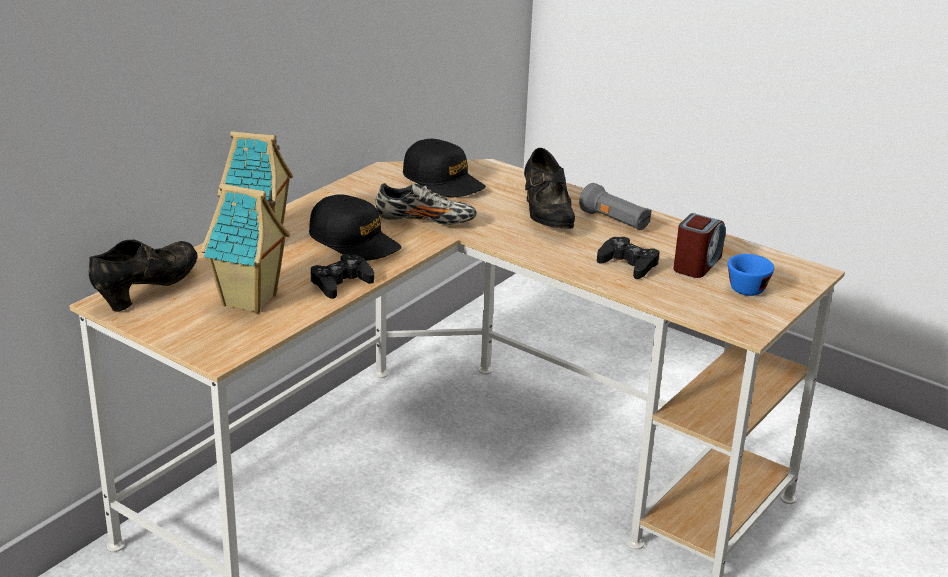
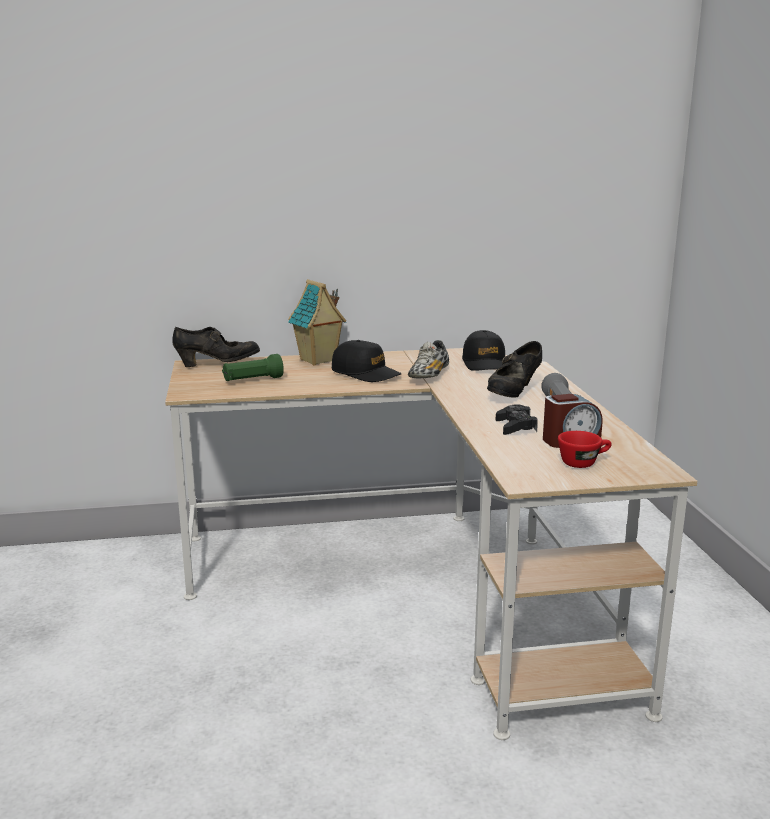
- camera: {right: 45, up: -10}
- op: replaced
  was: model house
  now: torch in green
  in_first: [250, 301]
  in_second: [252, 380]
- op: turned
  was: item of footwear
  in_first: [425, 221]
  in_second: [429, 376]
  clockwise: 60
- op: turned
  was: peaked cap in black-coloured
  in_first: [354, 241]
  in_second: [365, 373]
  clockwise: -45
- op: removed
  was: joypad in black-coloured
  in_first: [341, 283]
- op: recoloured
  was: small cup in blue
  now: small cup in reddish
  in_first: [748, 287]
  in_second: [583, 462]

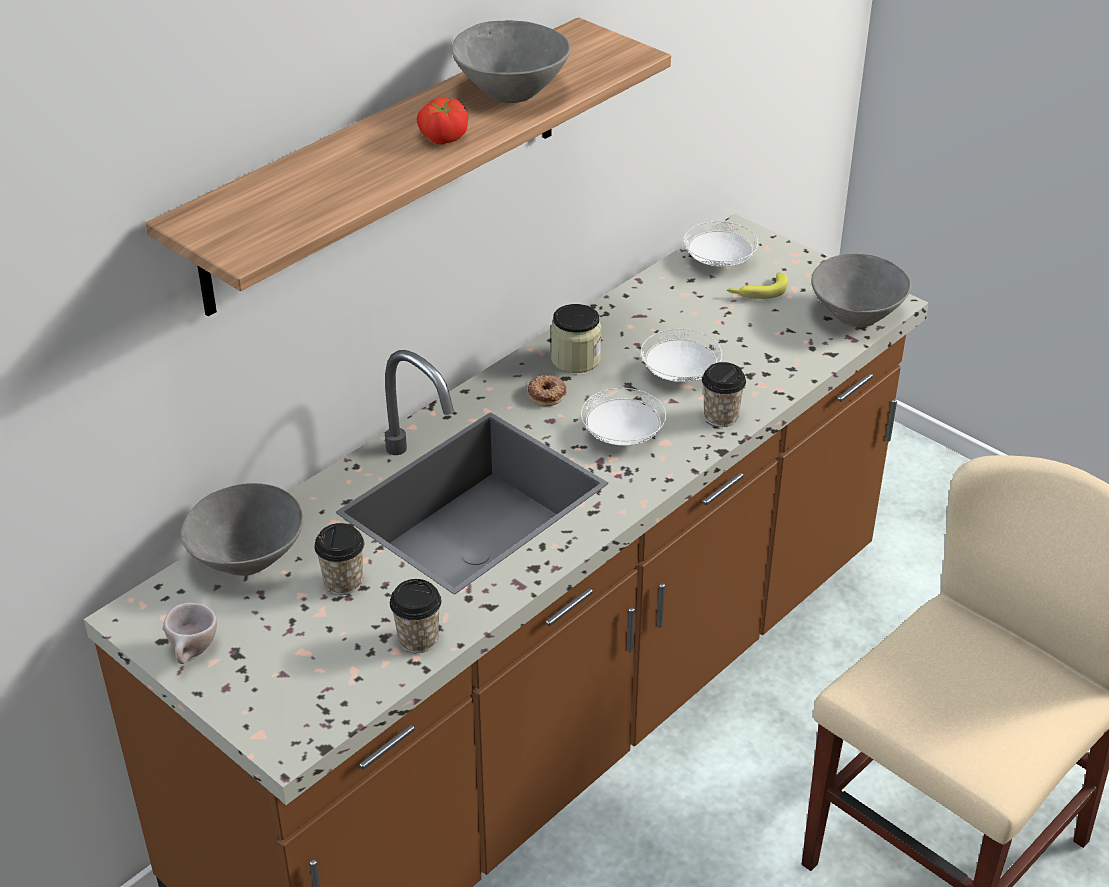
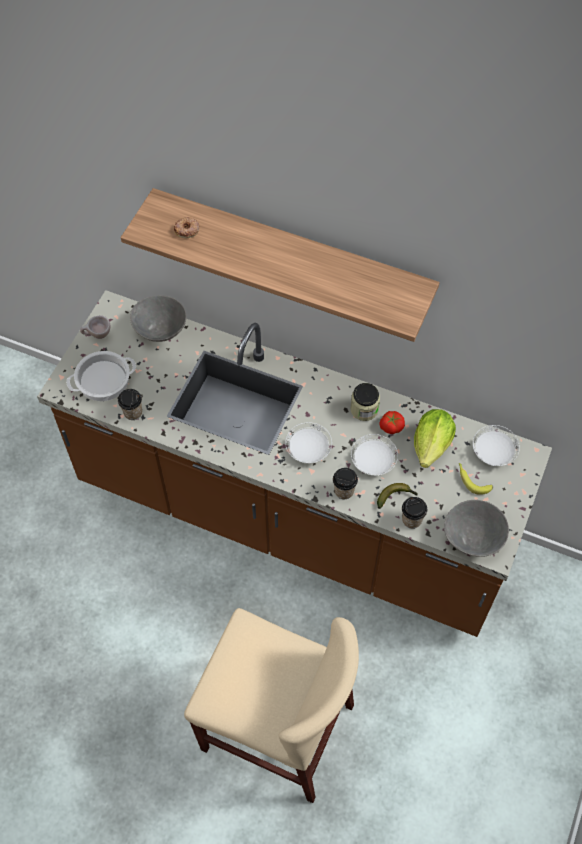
- camera: {right: 70, up: 20}
- op: removed
  was: serving bowl in gray
  in_first: [511, 91]
- op: moved
  was: whole tomato
  in_first: [442, 137]
  in_second: [391, 426]
- op: moved
  was: ring doughnut
  in_first: [547, 394]
  in_second: [187, 230]
- op: moved
  was: small cup
  in_first: [343, 582]
  in_second: [411, 520]
- op: added
  now: saucepot
  in_second: [103, 379]
- op: added
  now: lettuce head
  in_second: [431, 445]
- op: added
  now: whole banana
  in_second: [396, 497]

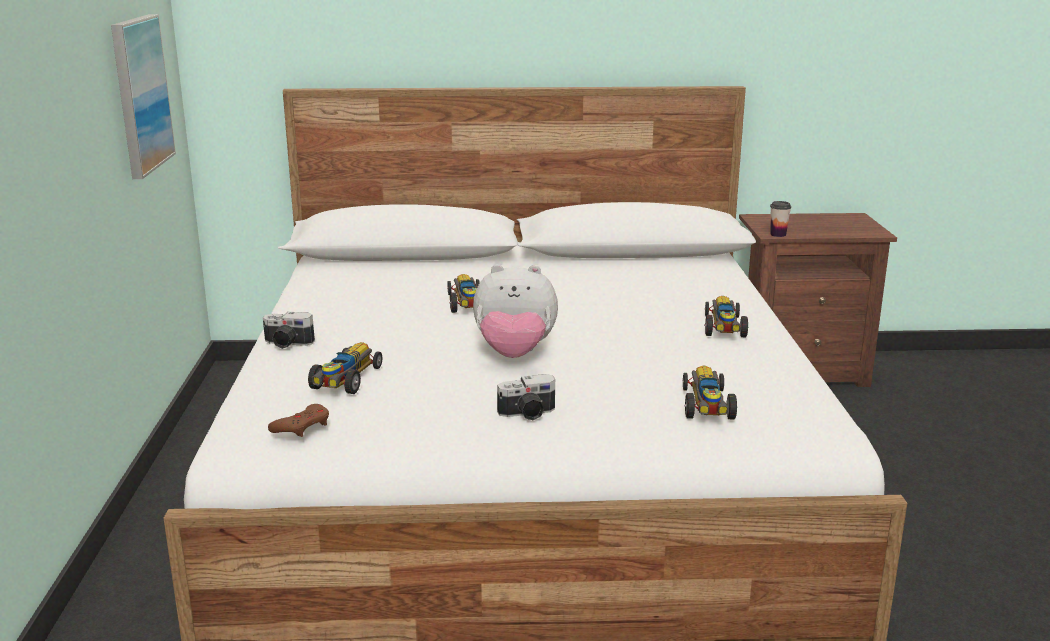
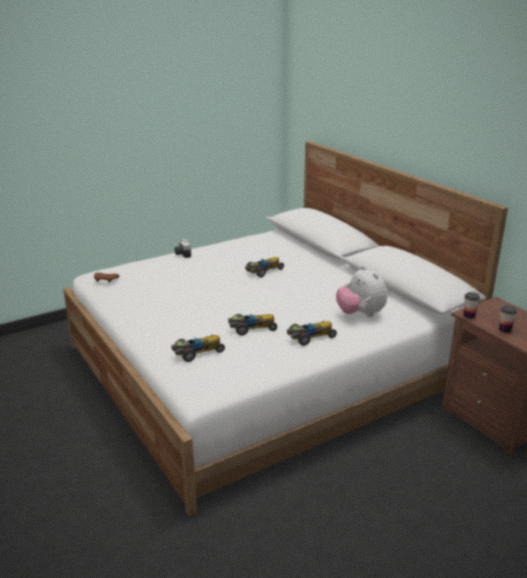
- camera: {right: 60, up: 5}
- op: removed
  was: wall art
  in_first: [140, 94]
- op: moved
  was: cuddly toy
  in_first: [514, 354]
  in_second: [360, 314]
- op: moved
  was: miniature car
  in_first: [345, 380]
  in_second: [251, 328]
- op: removed
  was: still camera
  in_first: [528, 414]
- op: added
  now: small cup
  in_second: [505, 329]

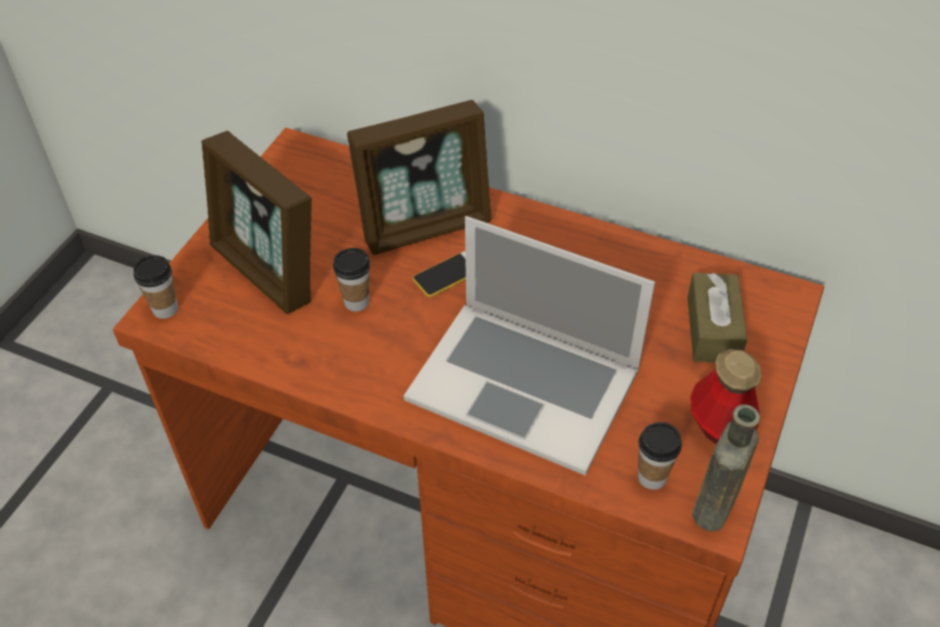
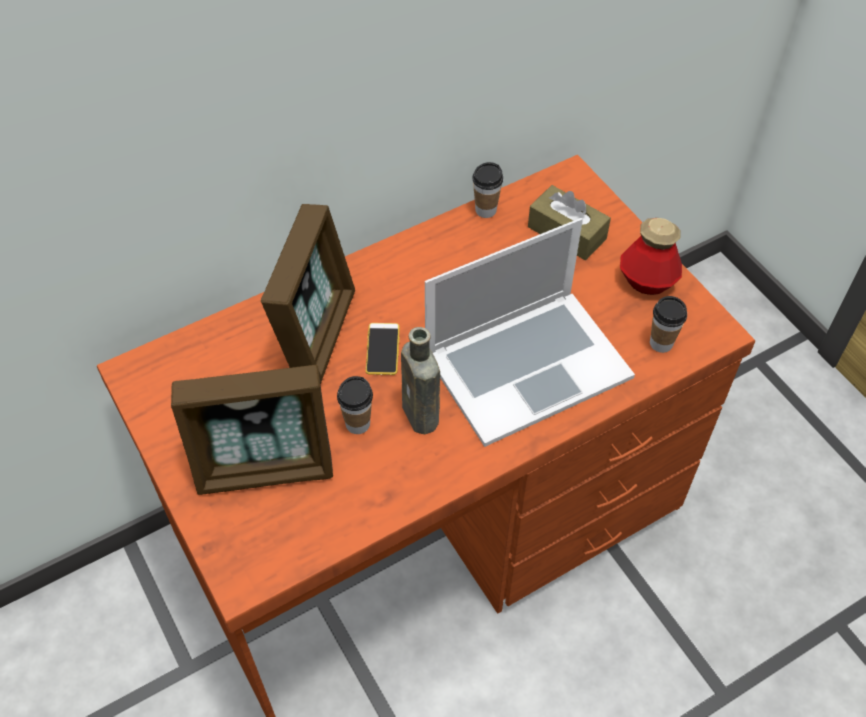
- camera: {right: -55, up: 5}
- op: moved
  was: small cup
  in_first: [165, 309]
  in_second: [485, 210]
- op: moved
  was: beverage bottle in brown-coloured
  in_first: [713, 510]
  in_second: [422, 417]

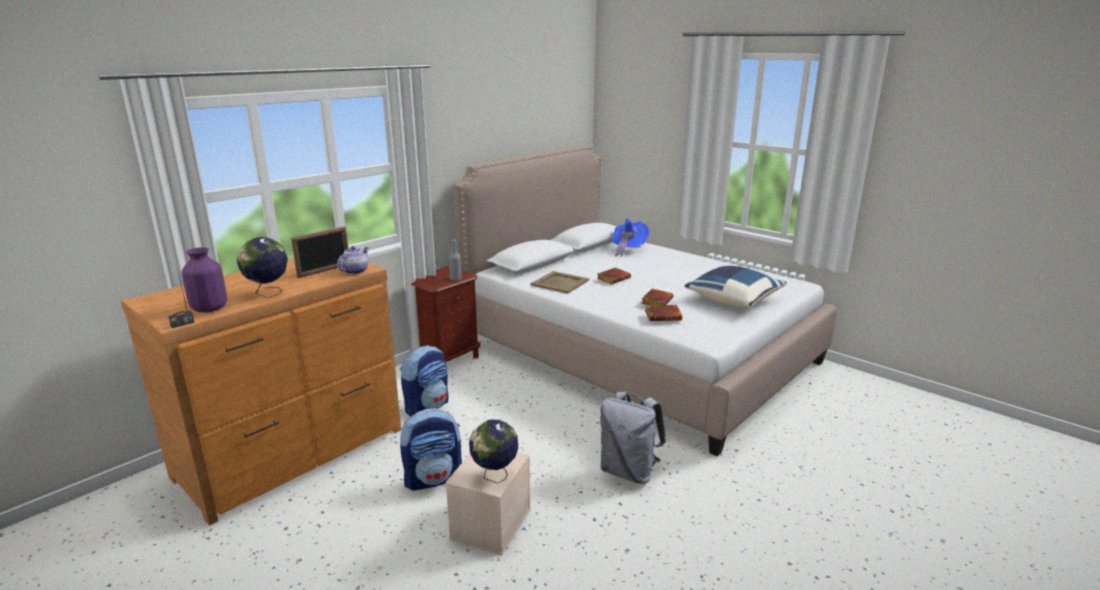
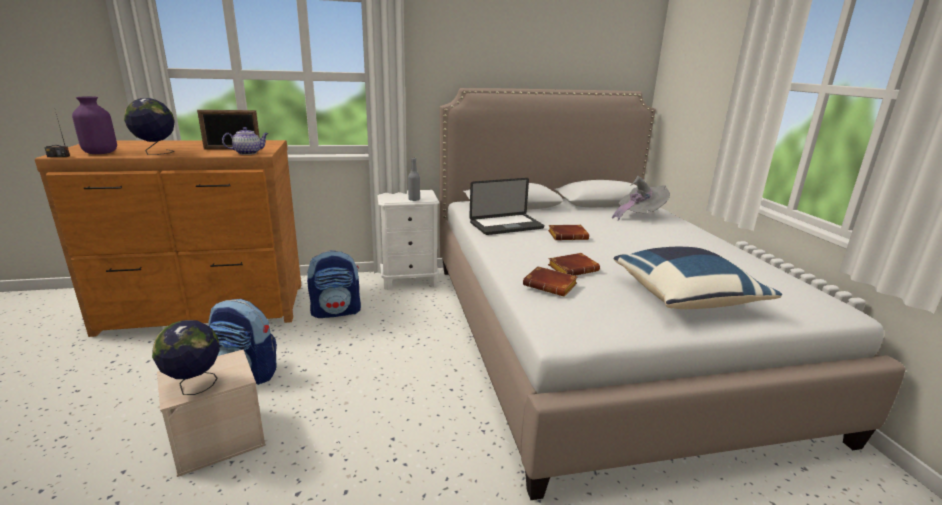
- camera: {right: 35, up: 0}
- op: recoloured
  was: wearable hat in blue
  now: wearable hat in gray
  in_first: [628, 249]
  in_second: [638, 216]
- op: recoloured
  was: bedside table in brown-coloured
  now: bedside table in whitish
  in_first: [448, 359]
  in_second: [409, 280]
- op: replaced
  was: tray in sand-coloured
  now: laptop
  in_first: [560, 282]
  in_second: [506, 226]
- op: removed
  was: rucksack in gray
  in_first: [629, 471]

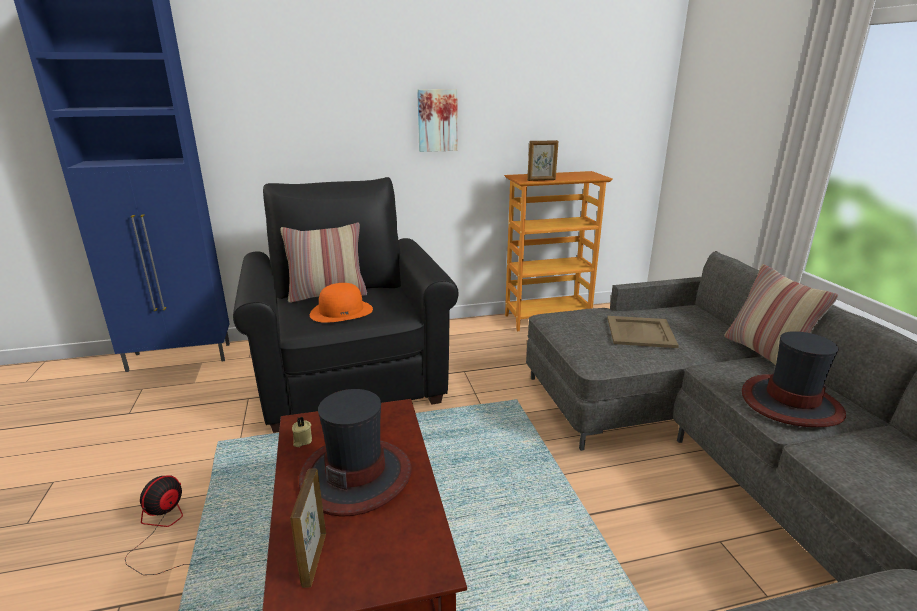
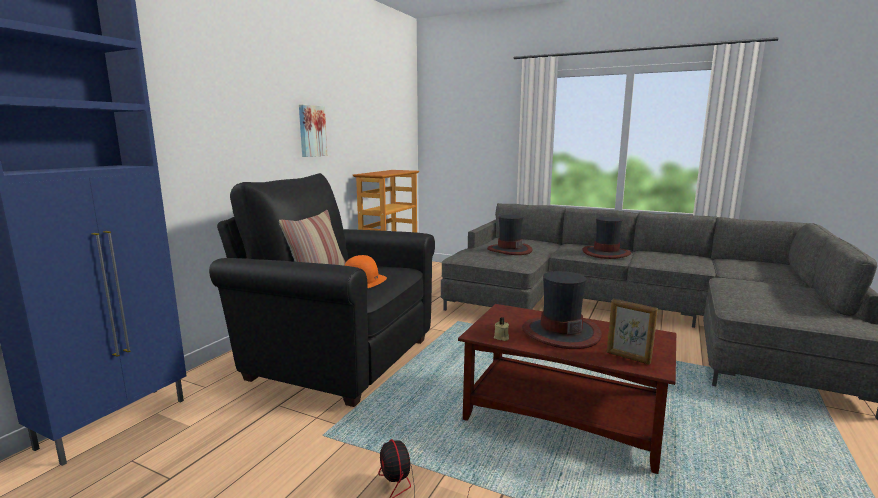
- camera: {right: -50, up: -10}
- op: removed
  was: standing frame
  in_first: [541, 180]
- op: removed
  was: pillow
  in_first: [765, 354]
- op: replaced
  was: tray in sand-coloured
  now: wearable hat
  in_first: [641, 332]
  in_second: [509, 250]

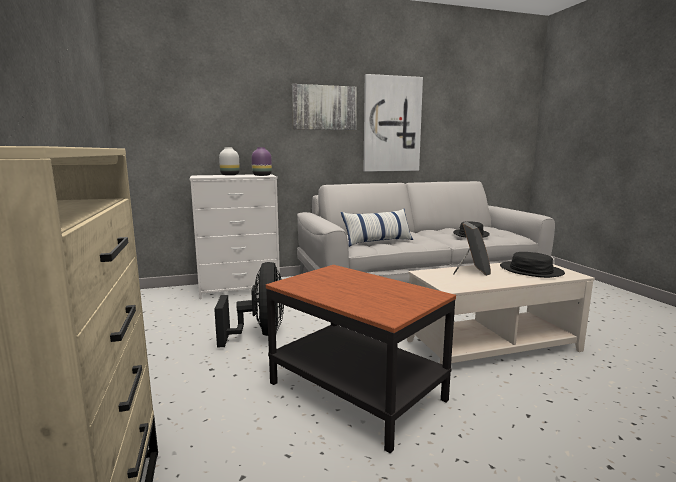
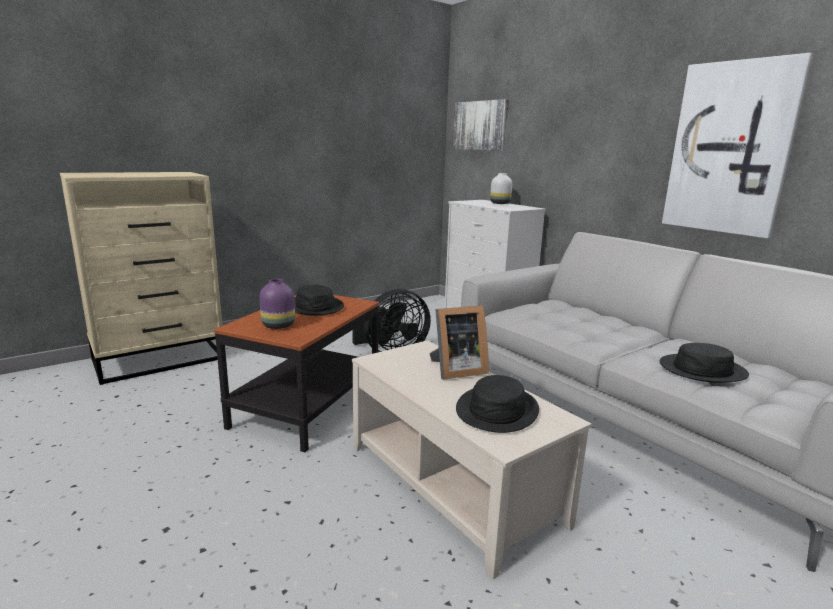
- camera: {right: 70, up: 5}
- op: moved
  was: wall art
  in_first: [324, 108]
  in_second: [481, 126]
- op: moved
  was: decorative vase in purple-coloured
  in_first: [261, 175]
  in_second: [278, 325]
- op: removed
  was: pillow
  in_first: [377, 241]
- op: added
  now: wearable hat in black-coloured
  in_second: [315, 306]

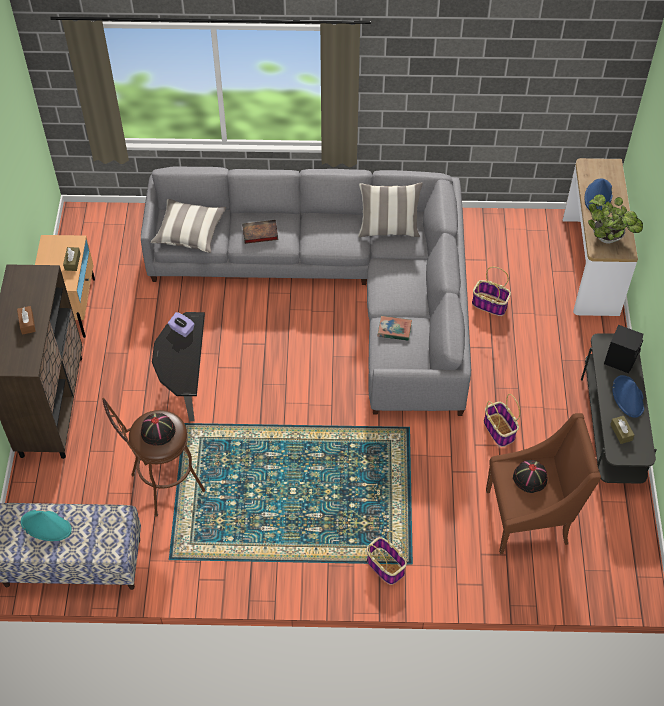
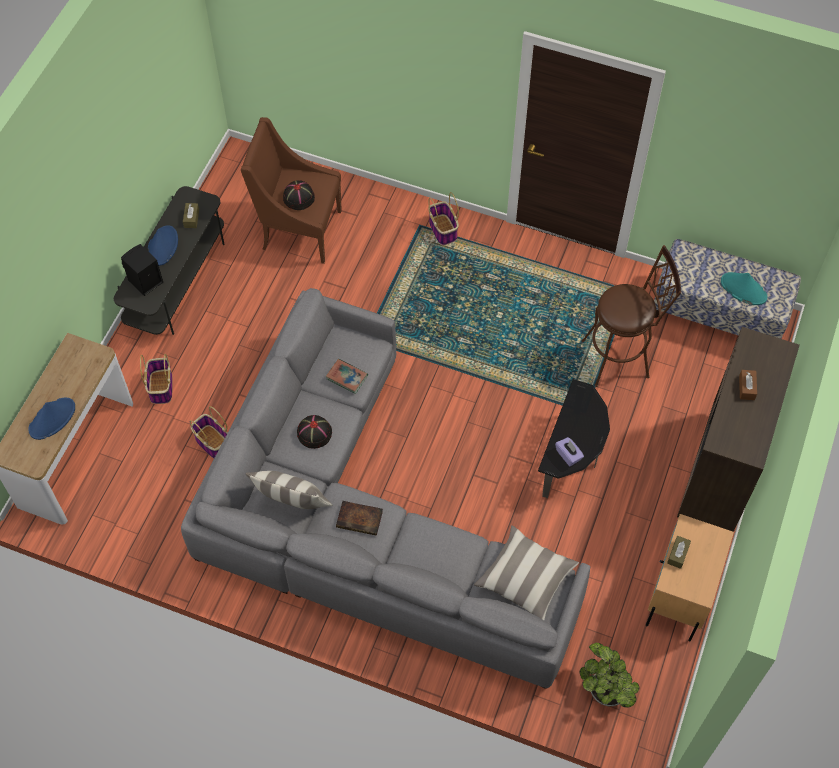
- camera: {right: -160, up: 5}
- op: moved
  was: houseplant
  in_first: [609, 238]
  in_second: [605, 689]
- op: moved
  was: volume
  in_first: [259, 233]
  in_second: [360, 519]
- op: moved
  was: basket
  in_first: [499, 430]
  in_second: [161, 386]
- op: moved
  was: wearable hat in black-coloured
  in_first: [158, 431]
  in_second: [314, 433]

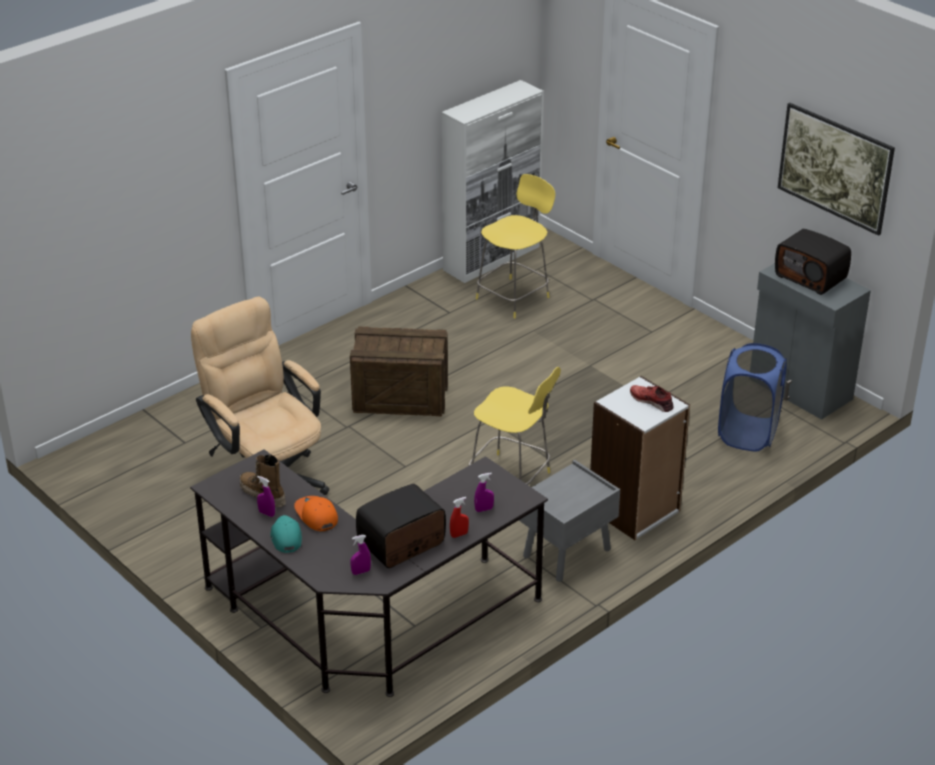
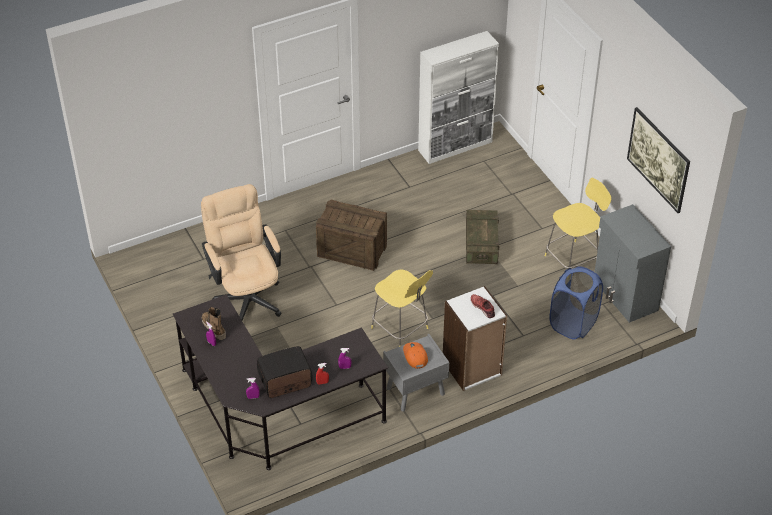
- camera: {right: 15, up: 10}
- op: moved
  was: sitting stool in yellow-coloured
  in_first: [514, 297]
  in_second: [573, 259]
- op: removed
  was: radio
  in_first: [811, 277]
- op: moved
  was: peaked cap in orangey
  in_first: [316, 516]
  in_second: [415, 356]
- op: removed
  was: peaked cap in turquoise
  in_first: [285, 537]
- op: added
  now: packing crate
  in_second: [481, 244]

